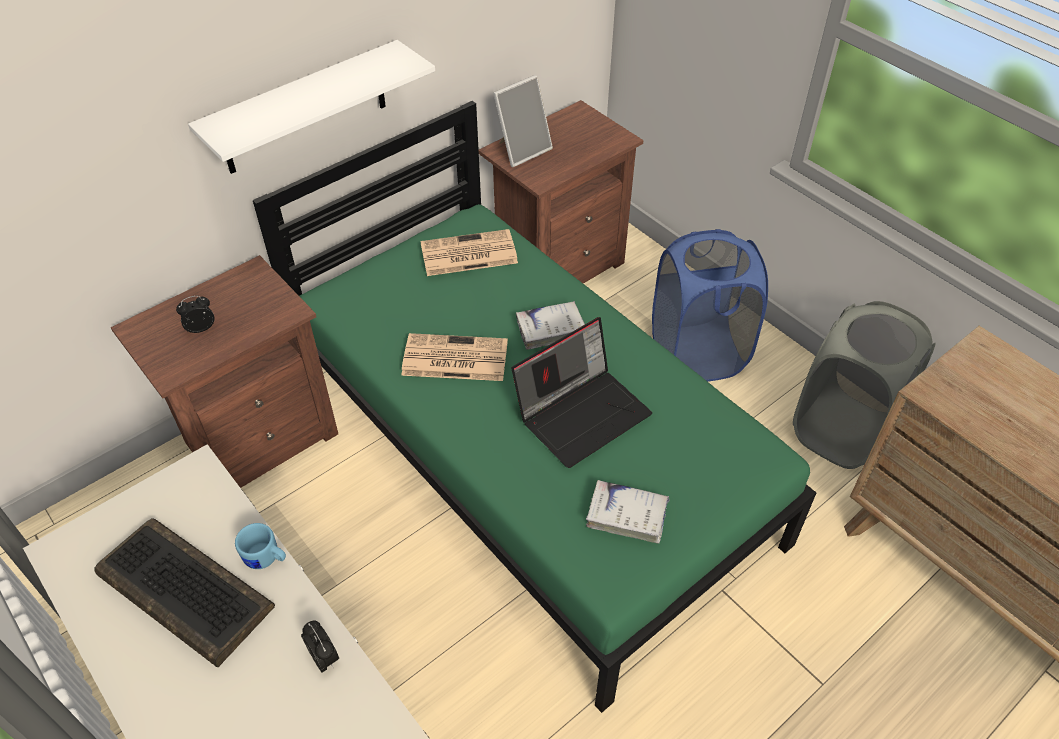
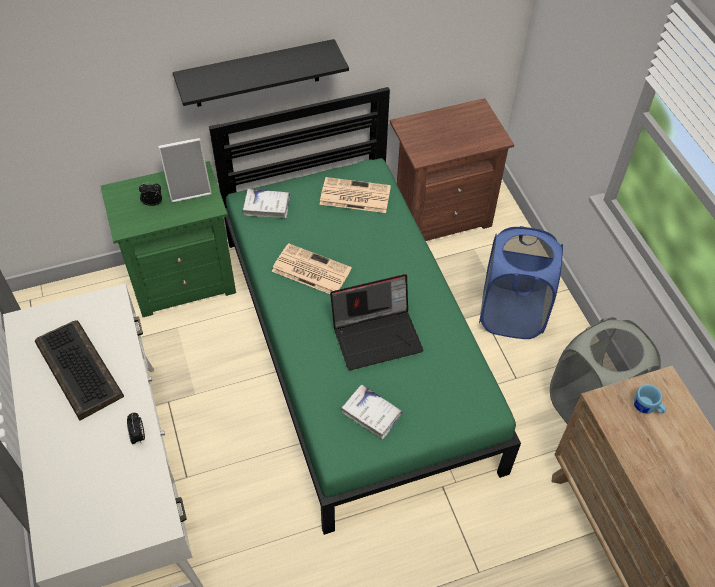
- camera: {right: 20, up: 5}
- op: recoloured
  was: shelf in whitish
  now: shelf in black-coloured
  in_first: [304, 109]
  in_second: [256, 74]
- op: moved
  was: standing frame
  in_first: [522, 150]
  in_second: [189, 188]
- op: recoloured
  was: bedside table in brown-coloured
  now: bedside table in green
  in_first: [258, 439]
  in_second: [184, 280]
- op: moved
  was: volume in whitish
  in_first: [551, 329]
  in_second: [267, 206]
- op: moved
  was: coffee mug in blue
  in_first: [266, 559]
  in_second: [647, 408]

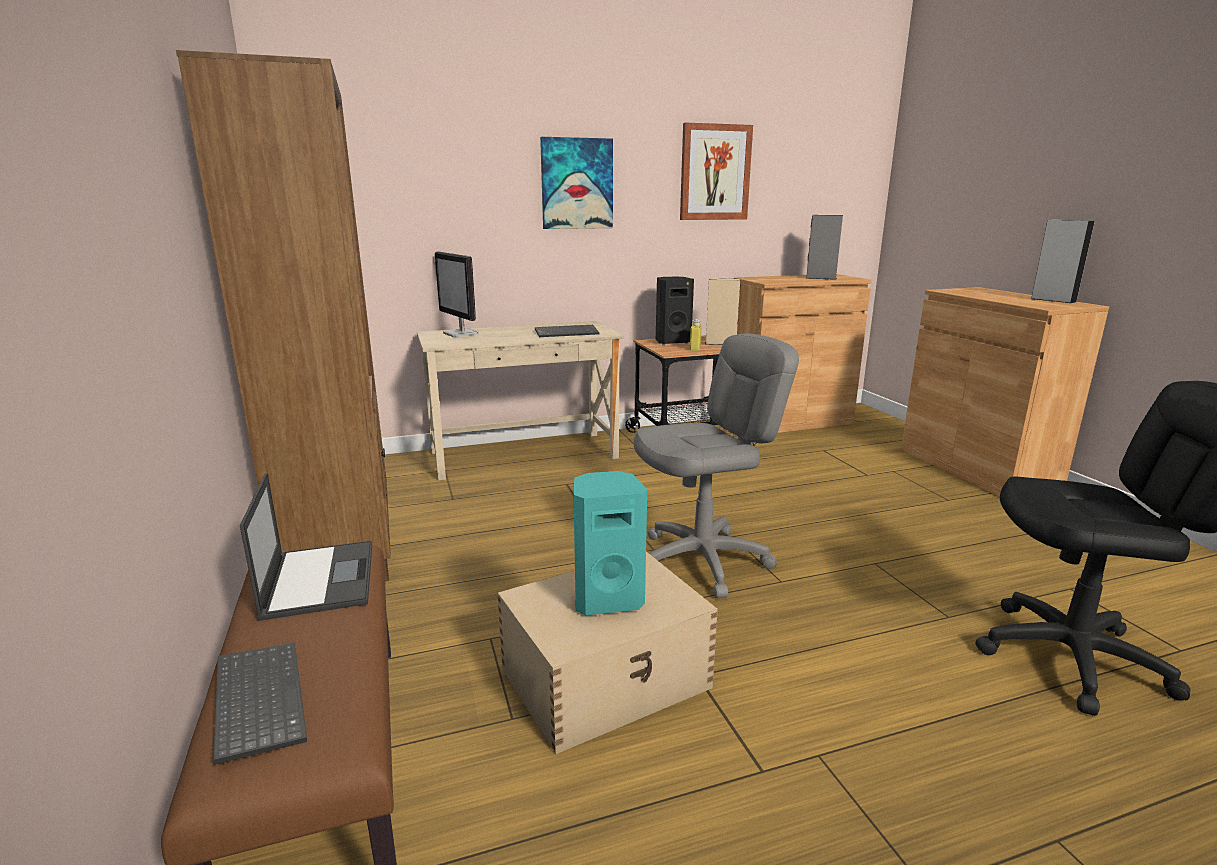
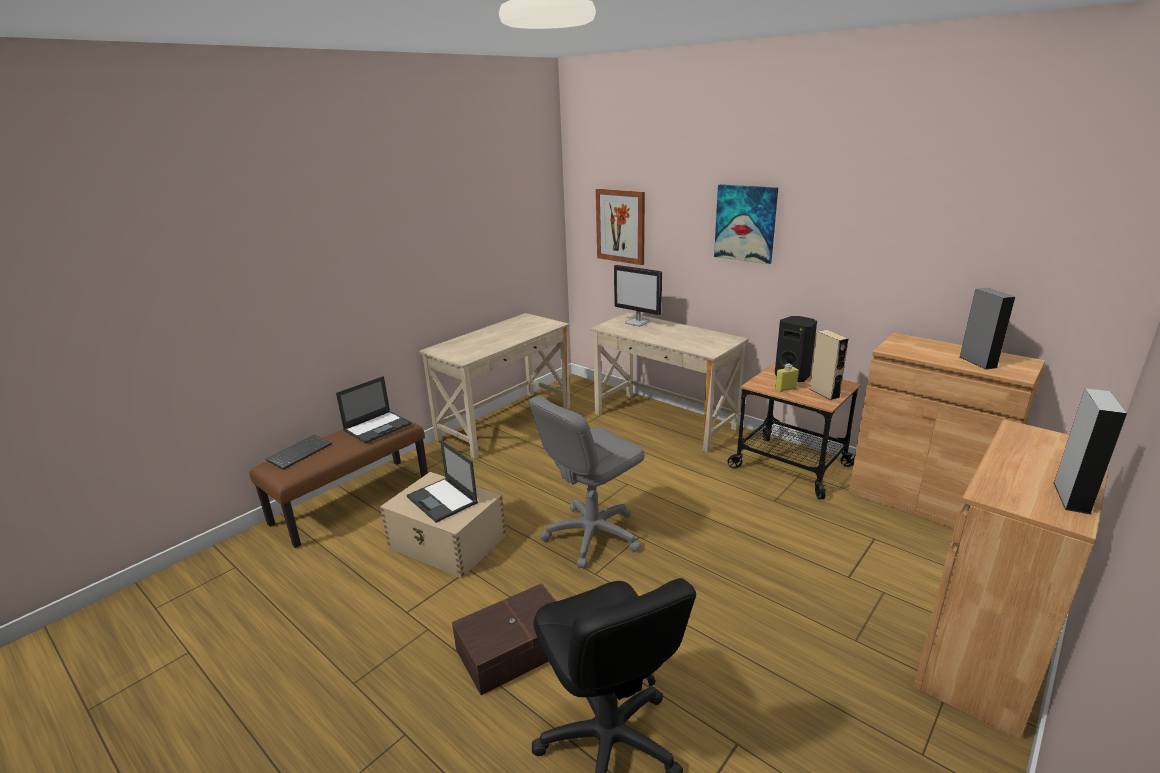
- camera: {right: 60, up: 5}
- op: replaced
  was: bookcase in brown-coloured
  now: desk in sand-coloured
  in_first: [342, 541]
  in_second: [505, 423]
- op: moved
  was: wall art
  in_first: [715, 172]
  in_second: [621, 226]
- op: turned
  was: computer screen
  in_first: [461, 334]
  in_second: [638, 322]
  clockwise: -75
- op: removed
  was: keyboard
  in_first: [567, 332]
- op: turned
  was: office chair in gray
  in_first: [703, 561]
  in_second: [592, 535]
  clockwise: 105
- op: replaced
  was: speaker in turquoise
  now: laptop
  in_first: [607, 598]
  in_second: [443, 500]
- op: added
  now: storage container in brown-coloured
  in_second: [513, 649]

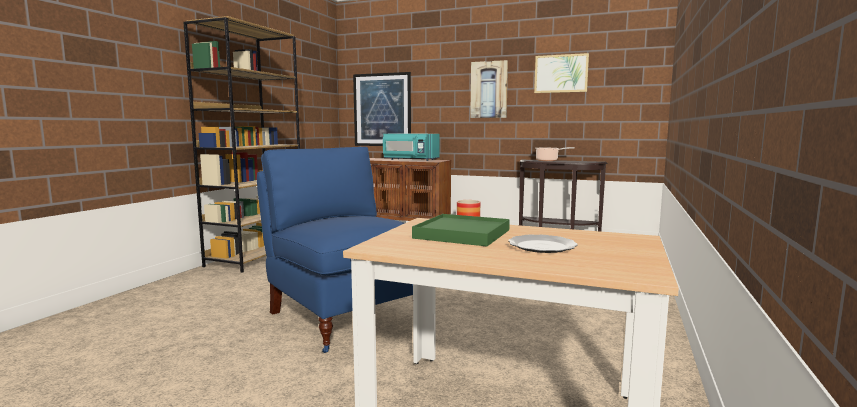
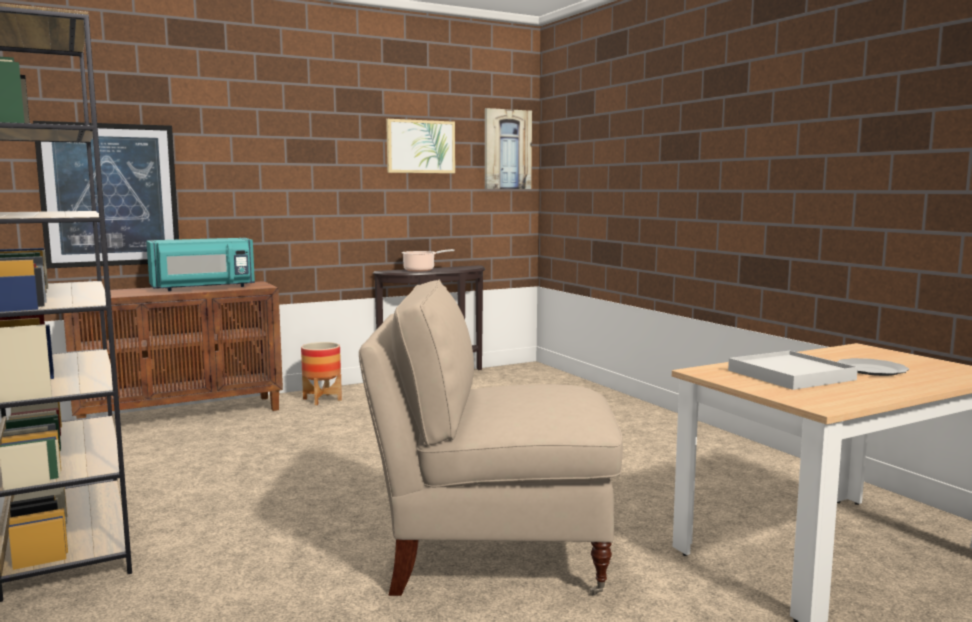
- camera: {right: -50, up: 0}
- op: moved
  was: wall art
  in_first: [489, 89]
  in_second: [507, 149]
- op: recoloured
  was: upright chair in blue
  now: upright chair in sand-coloured
  in_first: [343, 317]
  in_second: [493, 553]
- op: recoloured
  was: tray in green
  now: tray in whitish
  in_first: [462, 234]
  in_second: [790, 375]

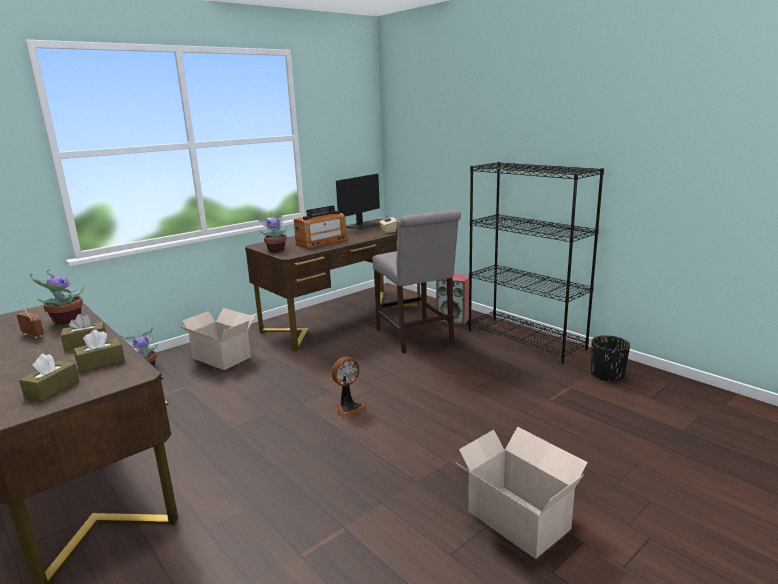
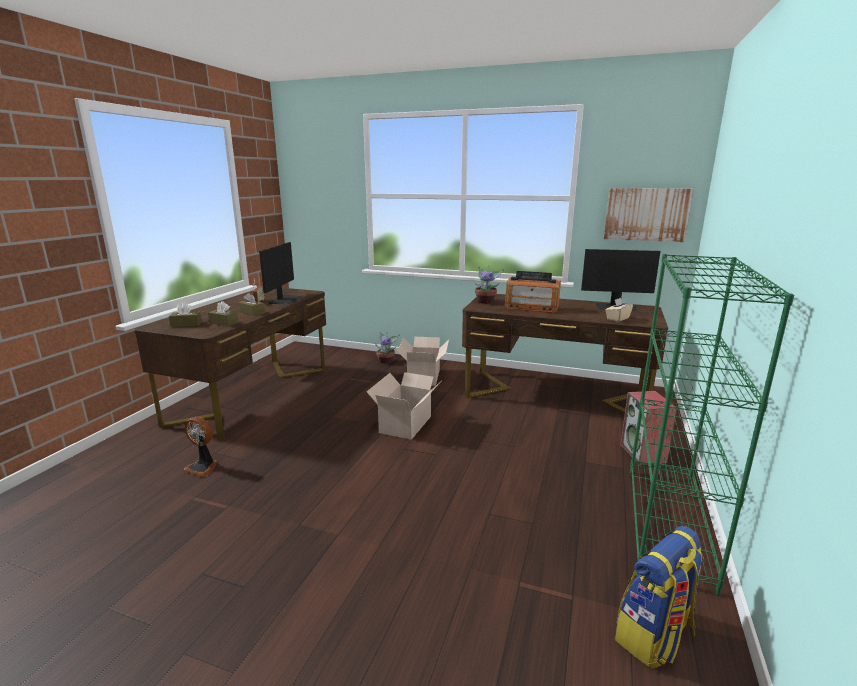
- camera: {right: 60, up: 0}
- op: recoloured
  was: bookcase in black-coloured
  now: bookcase in green
  in_first: [526, 339]
  in_second: [668, 524]
- op: removed
  was: upright chair in gray
  in_first: [416, 337]
- op: replaced
  was: houseplant
  now: computer screen
  in_first: [65, 320]
  in_second: [285, 300]
- op: replaced
  was: plant pot in black-coloured
  now: rucksack
  in_first: [607, 375]
  in_second: [654, 636]
- op: moved
  was: electric fan
  in_first: [348, 407]
  in_second: [203, 467]
- op: moved
  was: cardboard box
  in_first: [516, 518]
  in_second: [406, 423]
- op: added
  now: wall art
  in_second: [646, 214]

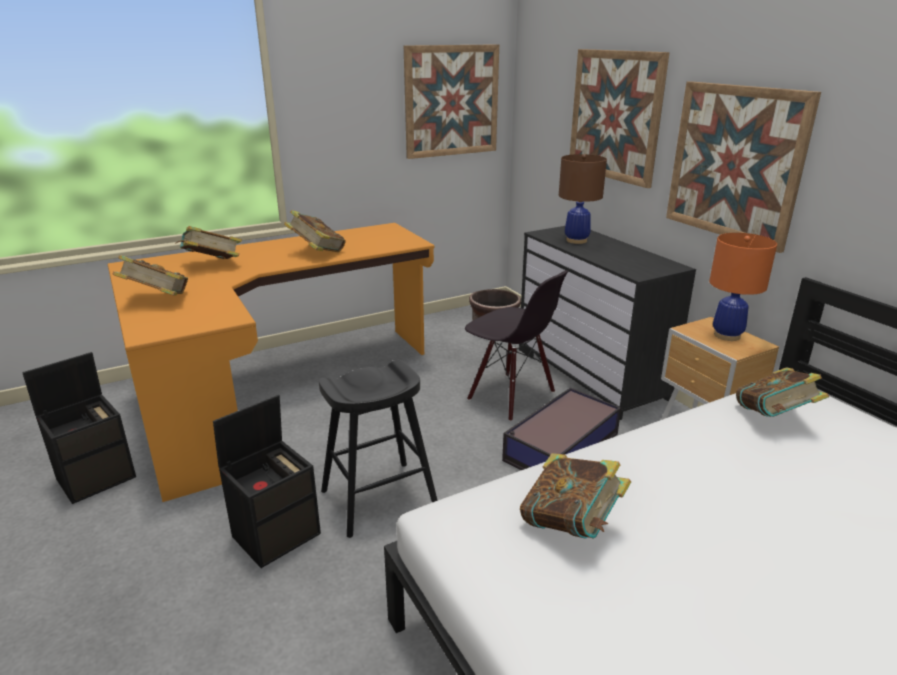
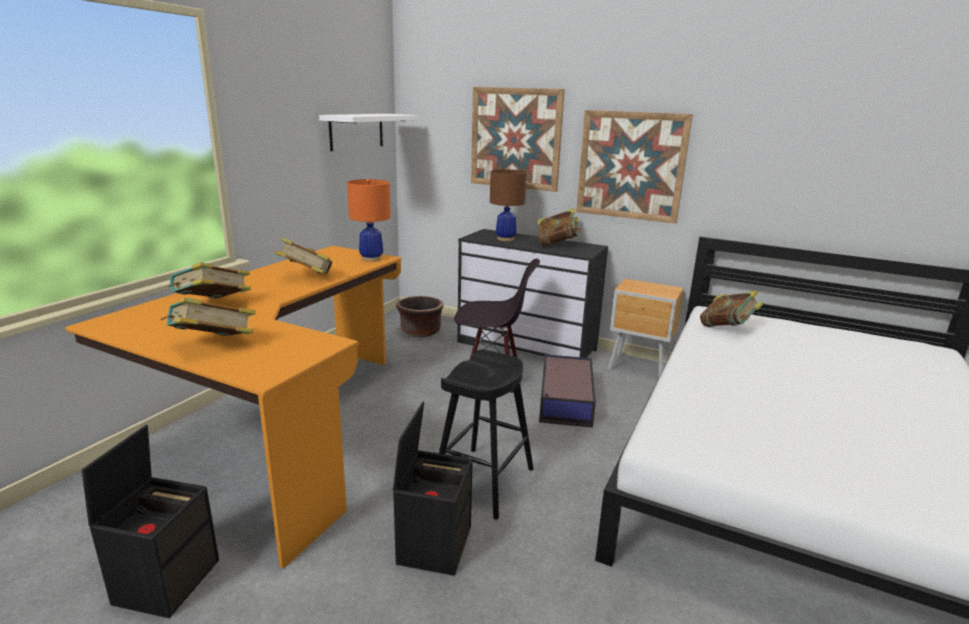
- camera: {right: -35, up: -5}
- op: replaced
  was: wall art
  now: shelf in whitish
  in_first: [451, 101]
  in_second: [356, 131]
- op: moved
  was: tabletop lamp in orangey
  in_first: [726, 335]
  in_second: [371, 259]
- op: moved
  was: volume
  in_first: [571, 525]
  in_second: [557, 244]

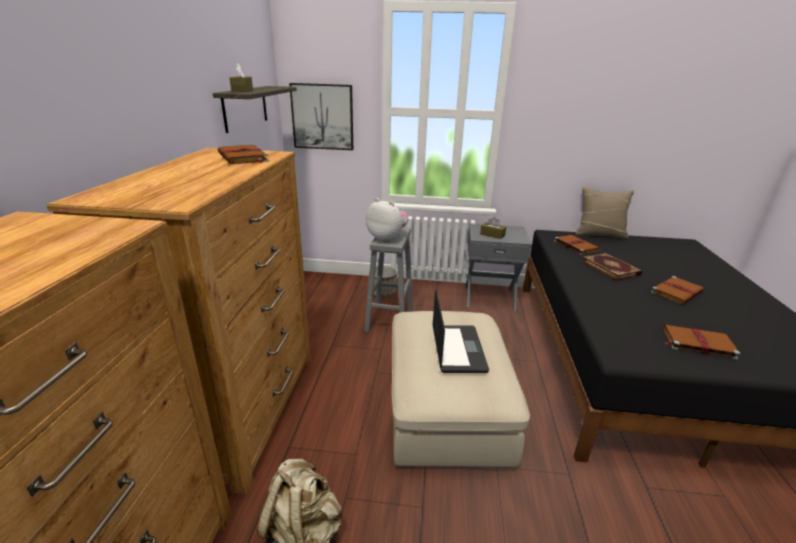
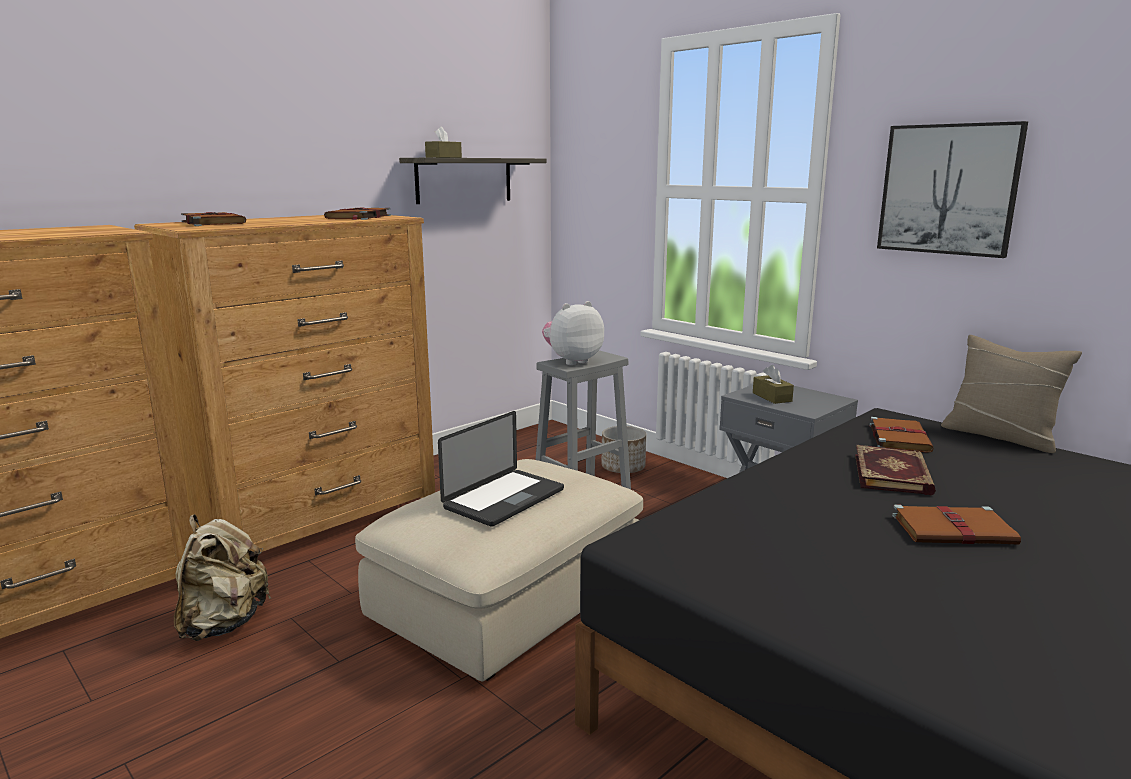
- camera: {right: 40, up: -10}
- op: moved
  was: wall art
  in_first: [322, 117]
  in_second: [948, 189]
- op: turned
  was: cuddly toy
  in_first: [387, 238]
  in_second: [572, 361]
  clockwise: -105
- op: moved
  was: volume in brown-coloured
  in_first: [696, 343]
  in_second: [213, 222]

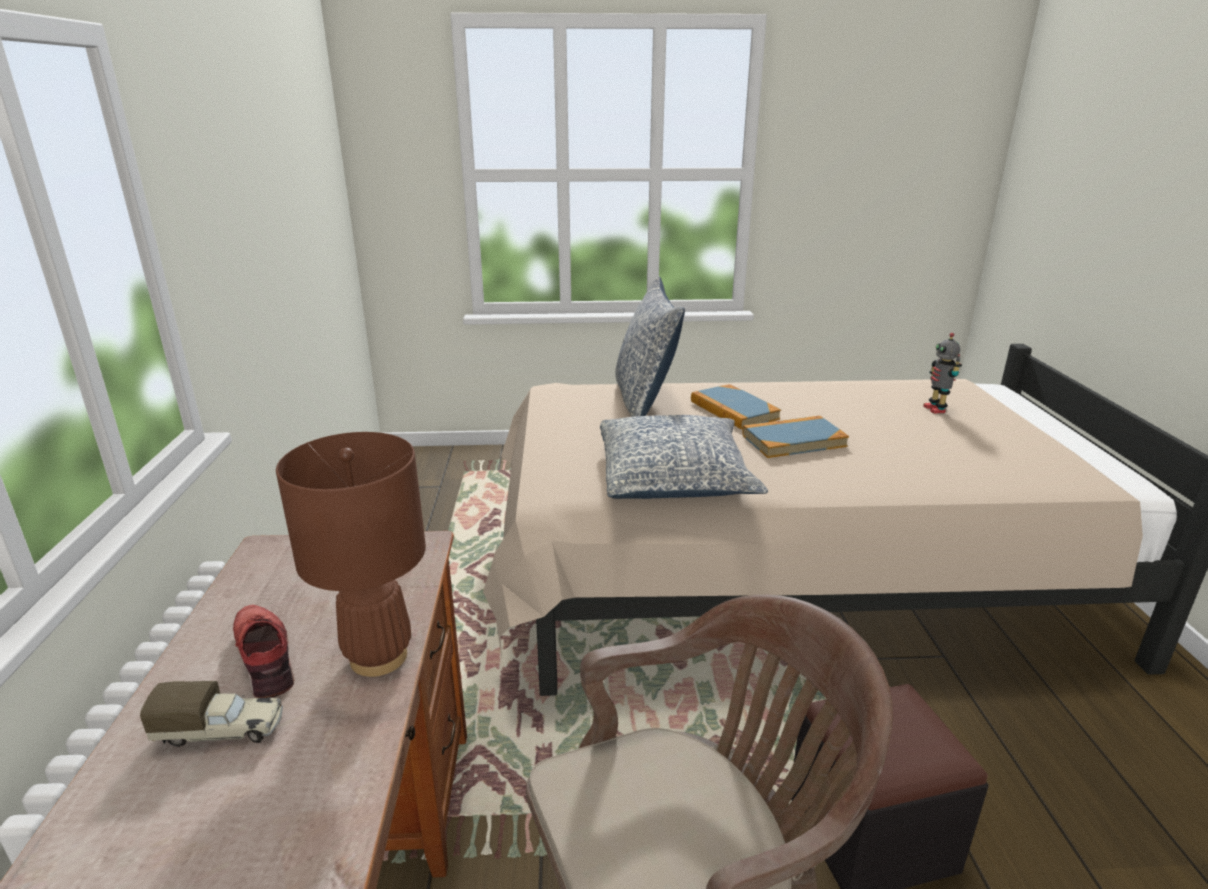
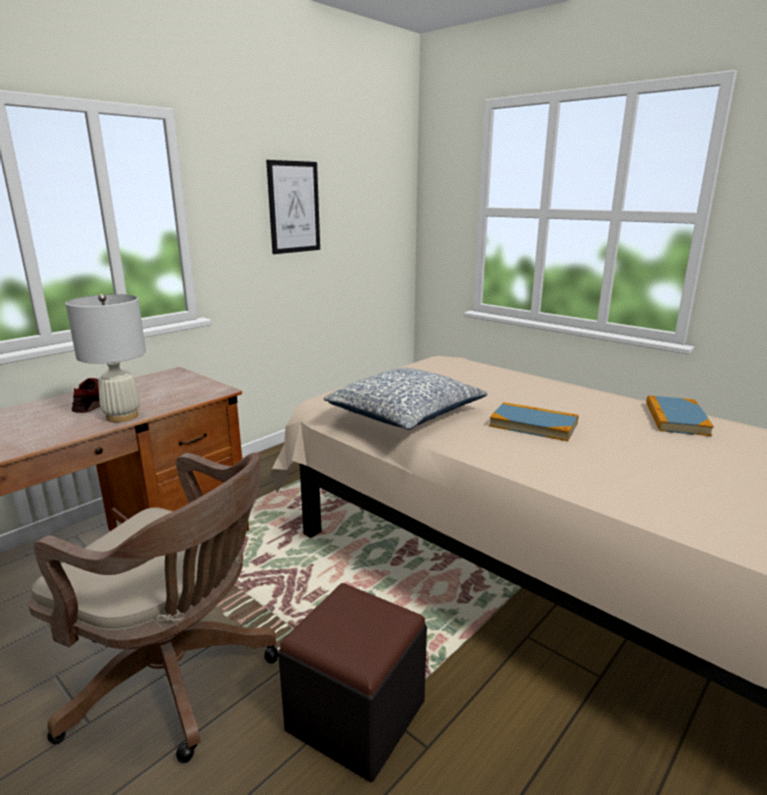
- camera: {right: 45, up: -5}
- op: removed
  was: pillow
  in_first: [645, 400]
- op: removed
  was: robot figure
  in_first: [936, 409]
- op: moved
  was: volume
  in_first: [734, 410]
  in_second: [676, 419]
- op: recoloured
  was: tabletop lamp in brown-coloured
  now: tabletop lamp in whitish
  in_first: [378, 657]
  in_second: [122, 416]
- op: removed
  was: model truck
  in_first: [222, 730]
- op: added
  now: wall art
  in_second: [294, 207]

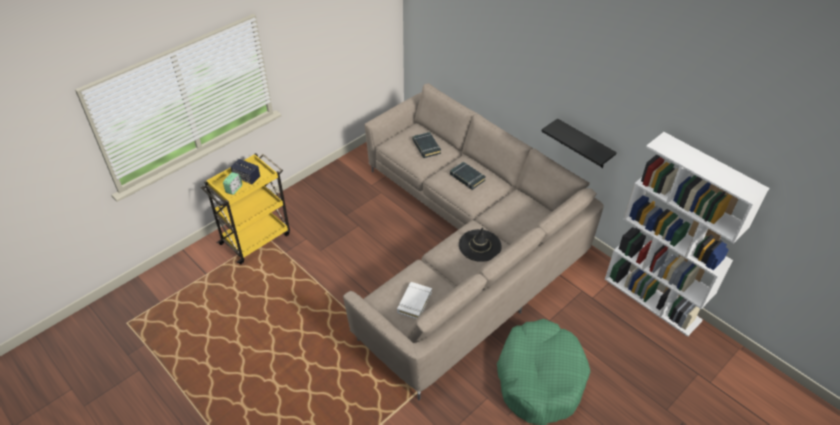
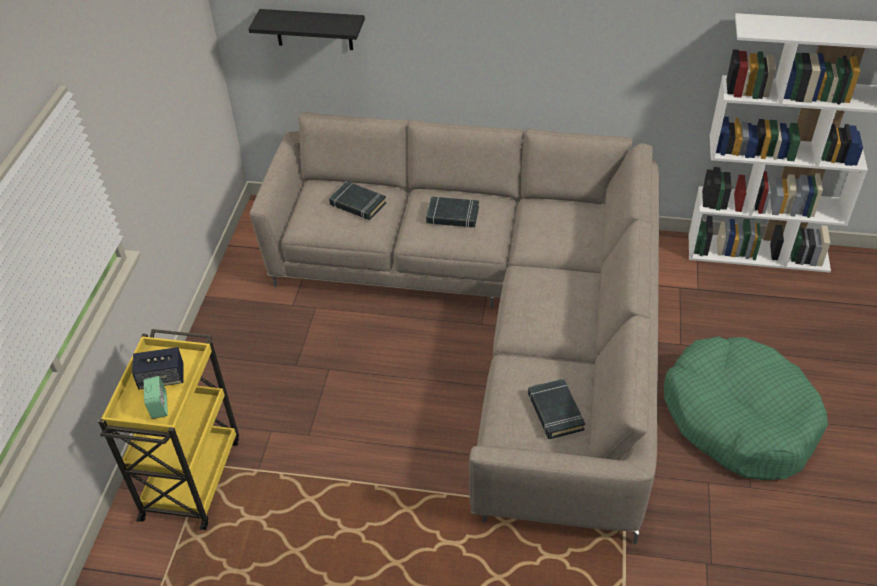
- camera: {right: -35, up: 0}
- op: moved
  was: shelf in black-coloured
  in_first: [584, 145]
  in_second: [313, 29]
- op: removed
  was: wearable hat in black-coloured
  in_first: [479, 245]
- op: recoloured
  was: volume in whitish
  now: volume in black-coloured
  in_first: [414, 302]
  in_second: [555, 412]

